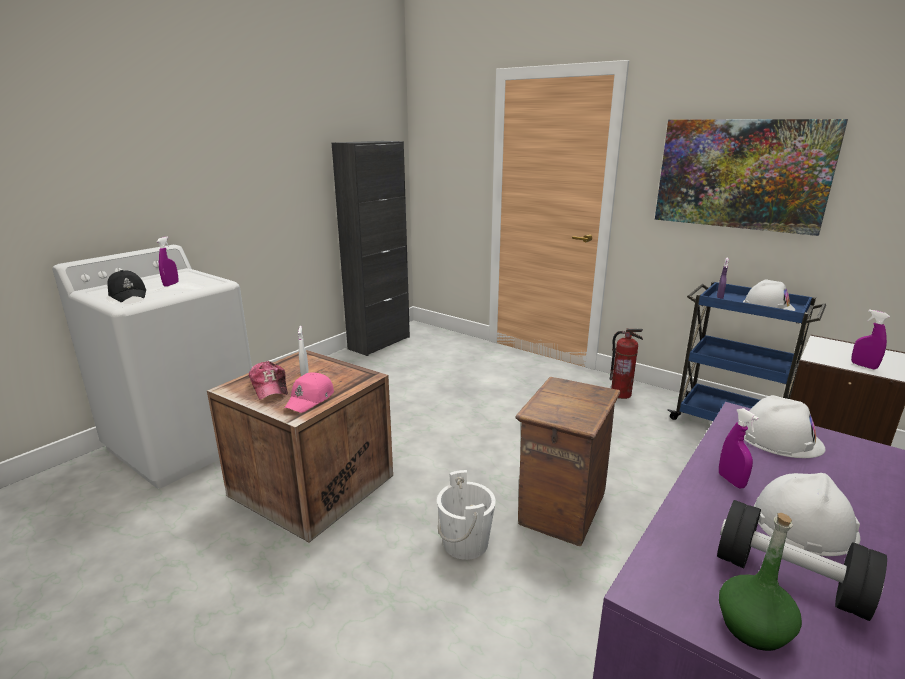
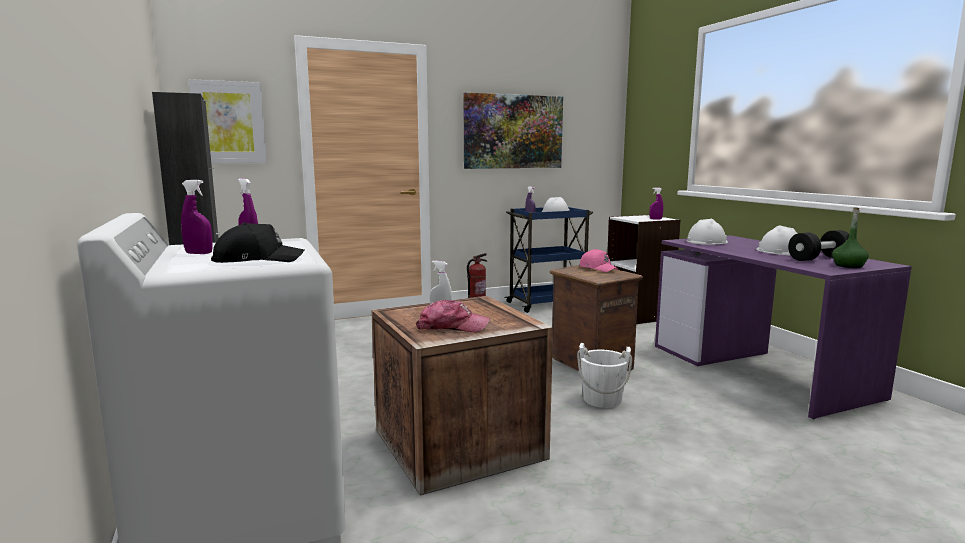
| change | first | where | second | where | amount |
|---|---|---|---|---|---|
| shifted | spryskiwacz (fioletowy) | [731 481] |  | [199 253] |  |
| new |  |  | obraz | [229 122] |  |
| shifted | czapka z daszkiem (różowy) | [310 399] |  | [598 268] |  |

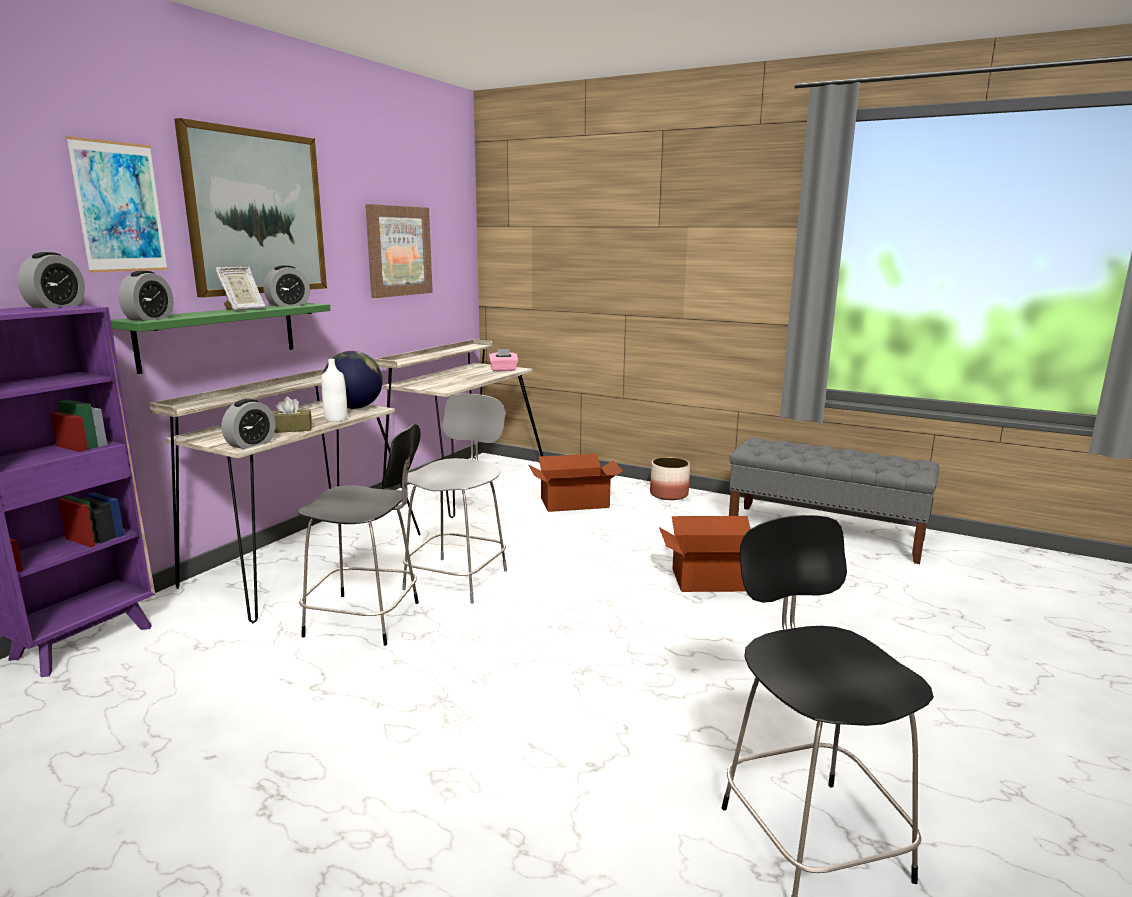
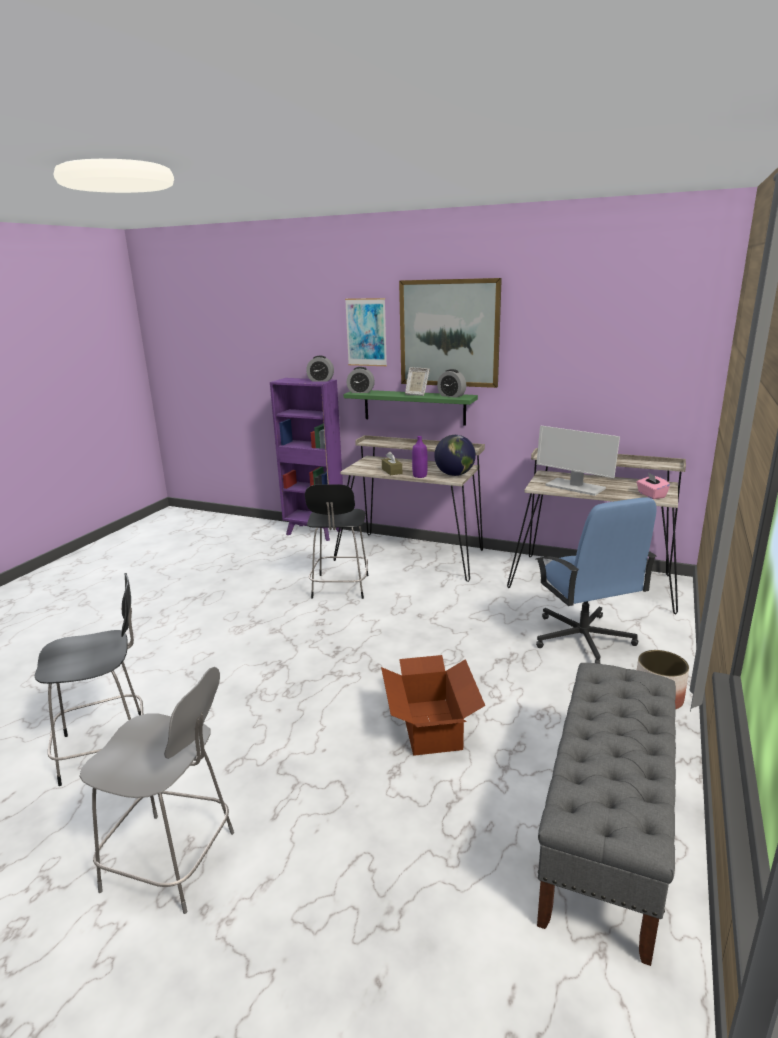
| change | first | where | second | where | amount |
|---|---|---|---|---|---|
| shifted | krzesło (szary) | [458 578] |  | [173 862] |  |
| repainted | butelka (biały) | [336 419] | butelka (fioletowy) | [420 476] |  |
| new |  |  | monitor | [574 487] |  |
| swapped | karton | [575 503] | krzesło biurowe (niebieski) | [583 639] |  |
| gone | budzik | [251 444] |  |  |  |
| gone | obraz | [398 251] |  |  |  |

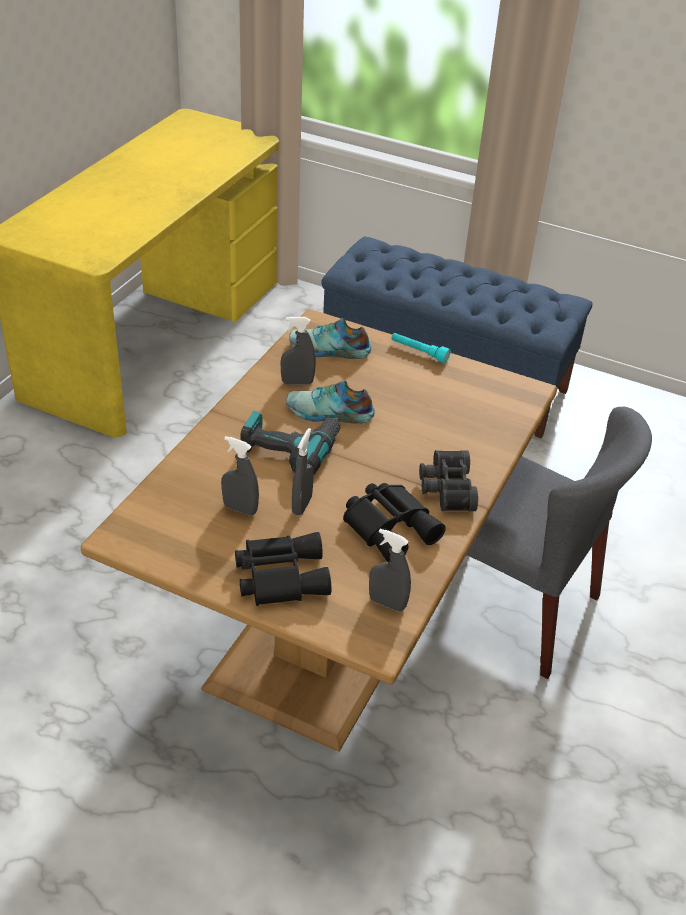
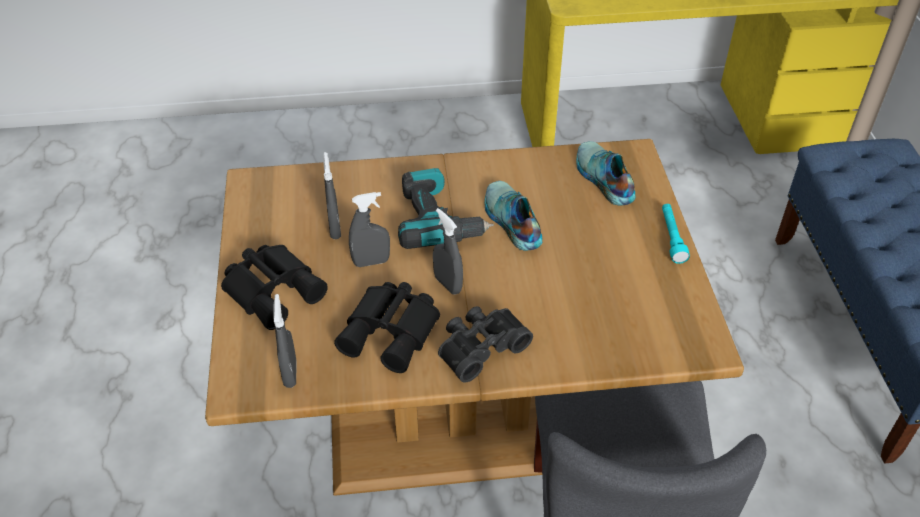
| change | first | where | second | where | amount |
|---|---|---|---|---|---|
| shifted | spryskiwacz (szary) | [297 382] |  | [447 284] |  |

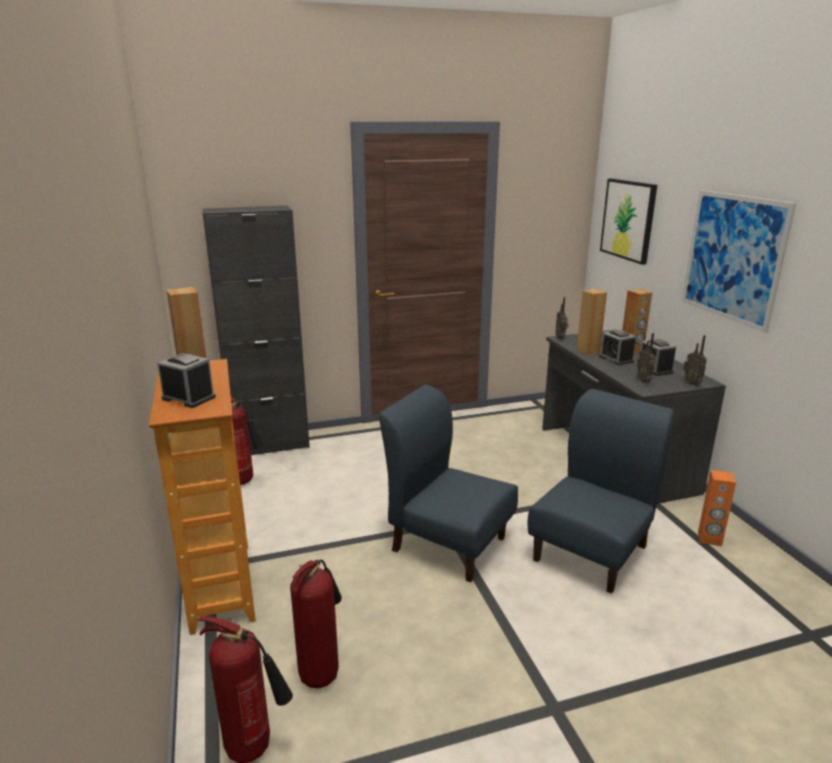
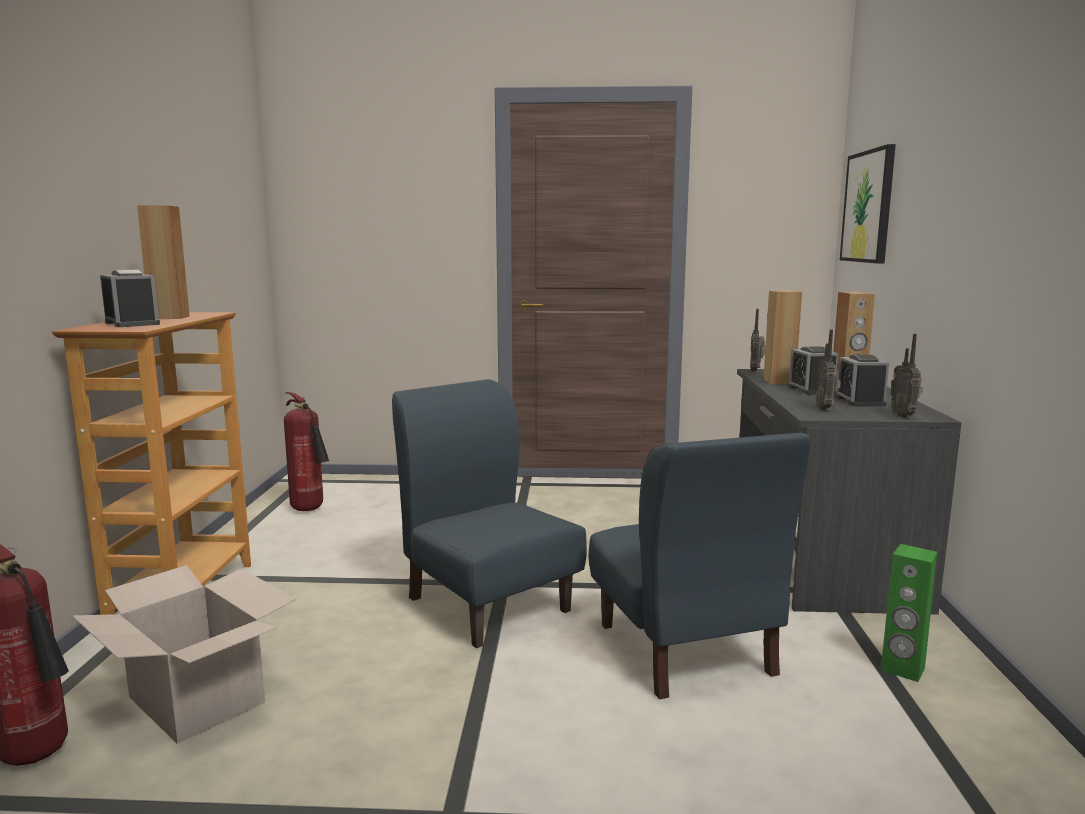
| change | first | where | second | where | amount |
|---|---|---|---|---|---|
| swapped | gaśnica | [321 673] | karton | [195 700] |  |
| rotated | krzesło (niebieski) | [591 552] |  | [685 649] | 105 degrees clockwise |
| repainted | głośnik (pomarańczowy) | [709 539] | głośnik (zielony) | [902 669] |  |
| gone | szafka (czarny) | [270 445] |  |  |  |
| gone | obraz | [733 258] |  |  |  |

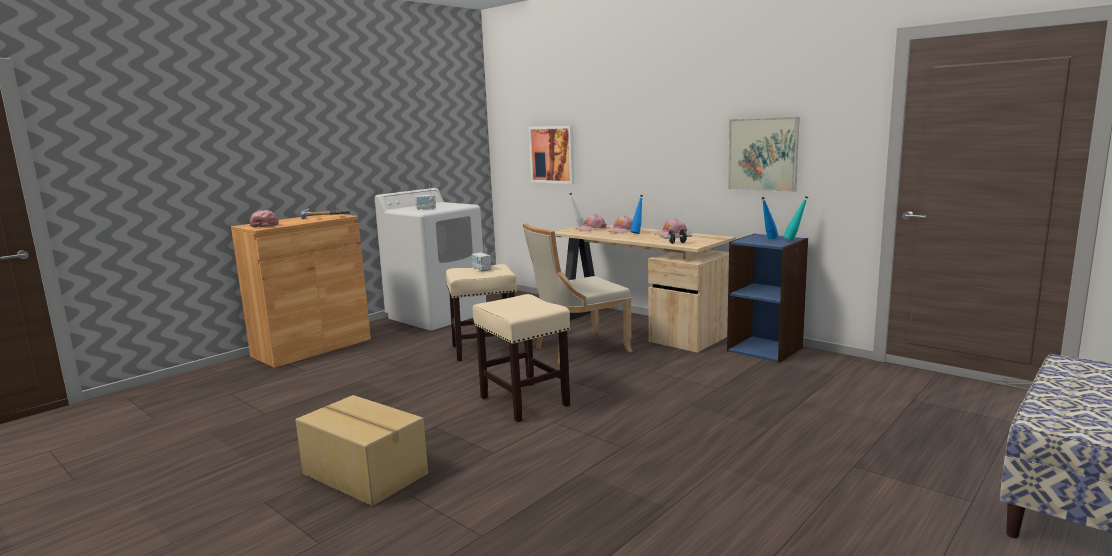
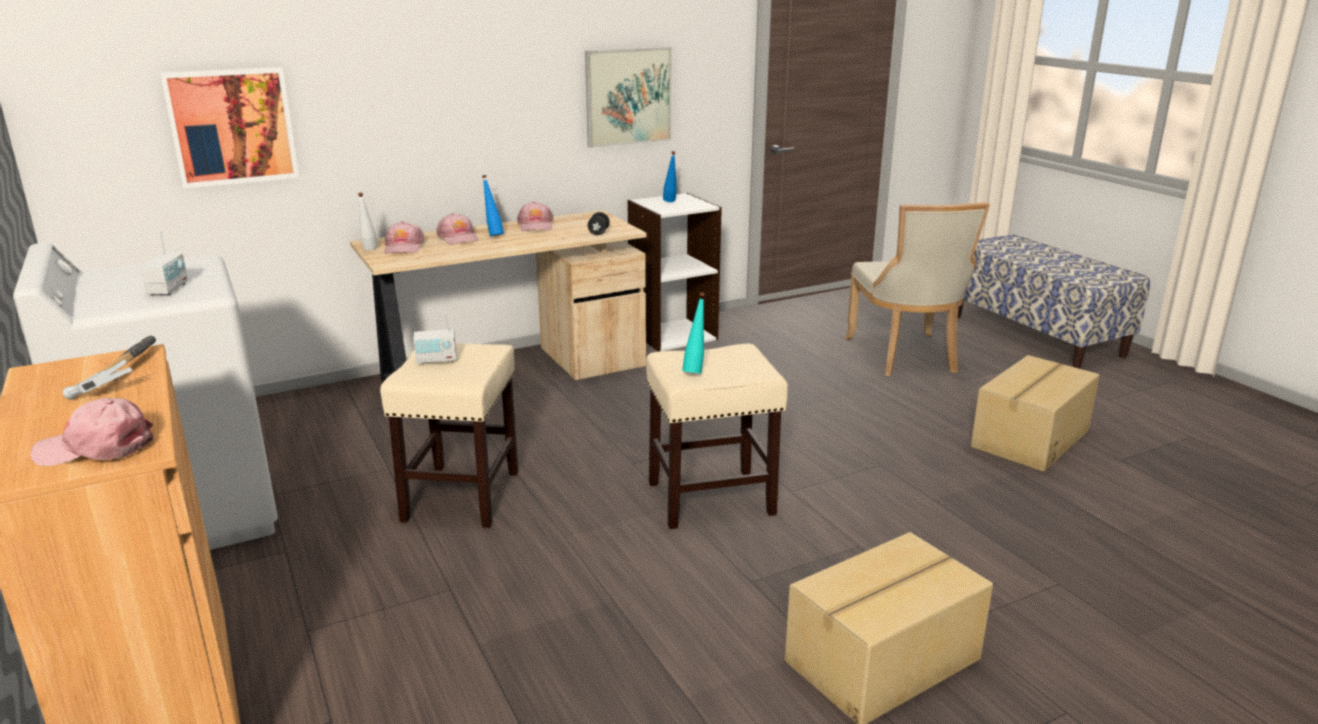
| change | first | where | second | where | amount |
|---|---|---|---|---|---|
| repainted | regał (niebieski) | [765 349] | regał (biały) | [672 334] |  |
| shifted | butelka (turkusowy) | [794 240] |  | [695 370] |  |
| shifted | krzesło (beżowy) | [577 349] |  | [905 357] |  |
| new |  |  | karton | [1028 438] |  |

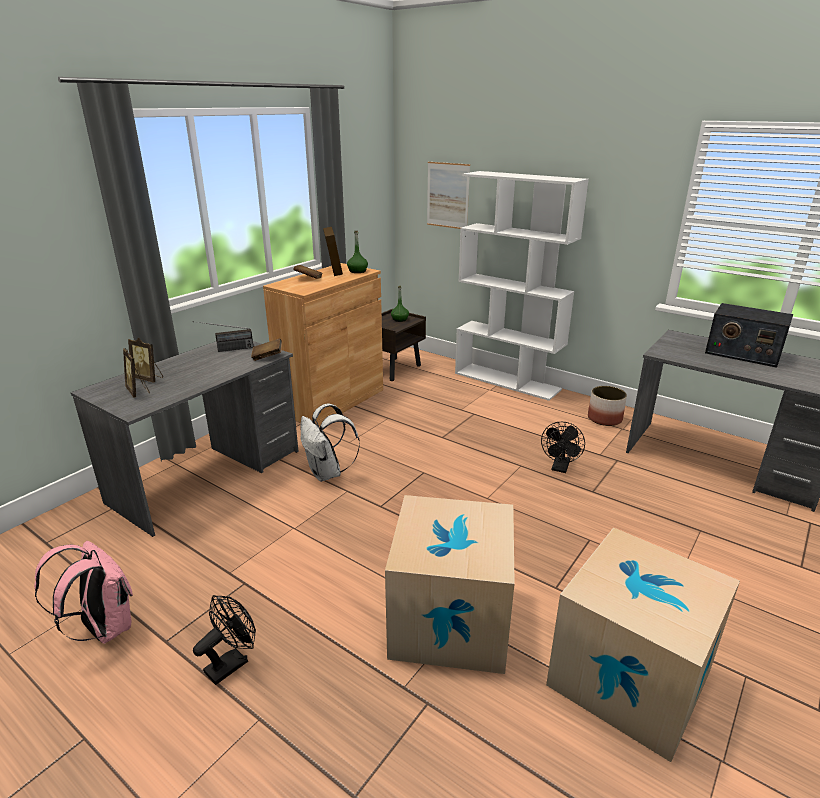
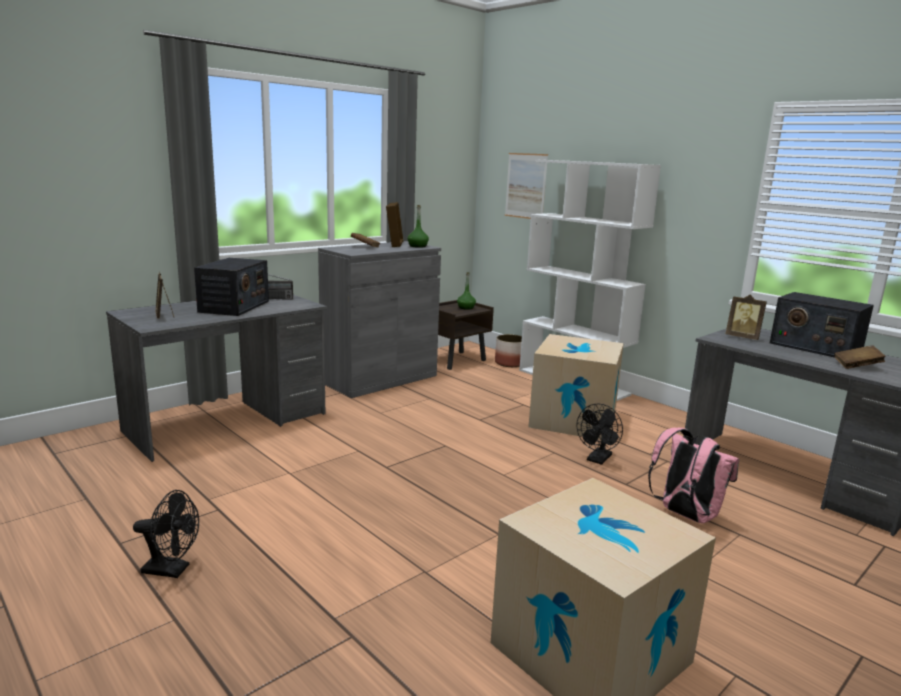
| change | first | where | second | where | amount |
|---|---|---|---|---|---|
| rotated | wentylator (czarny) | [232 663] |  | [172 570] | 45 degrees clockwise |
| new |  |  | radio | [234 306] |  |
| repainted | szafka (brązowy) | [332 401] | szafka (szary) | [380 379] |  |
| shifted | donica | [605 419] |  | [510 363] |  |
| shifted | karton | [450 620] |  | [573 419] |  |
| shifted | plecak (różowy) | [103 628] |  | [685 515] |  |
| shifted | ramka na zdjęcie | [149 378] |  | [743 337] |  |
| shifted | książka (brązowy) | [267 357] |  | [857 366] |  |
| gone | plecak (biały) | [327 473] |  |  |  |

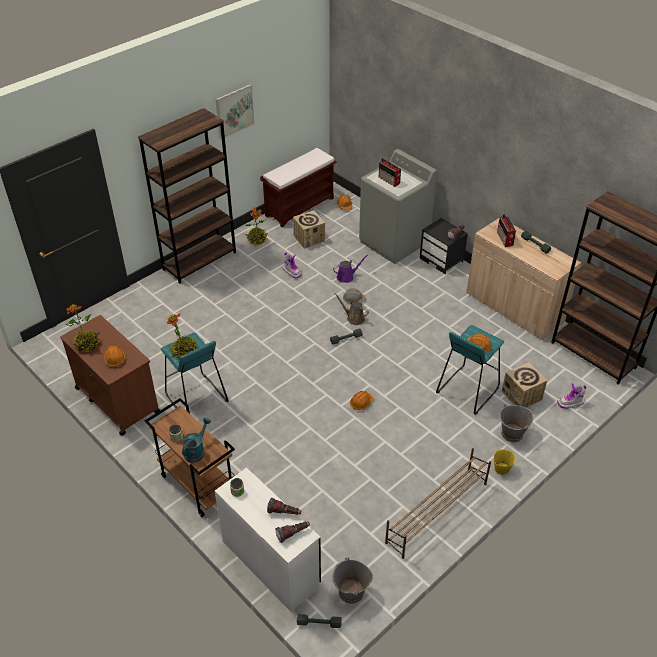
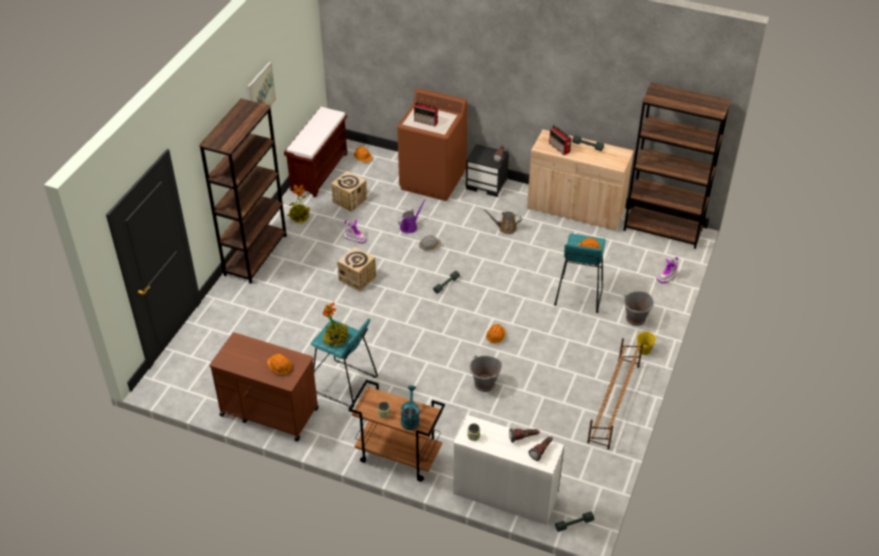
| change | first | where | second | where | amount |
|---|---|---|---|---|---|
| shifted | karton | [521 395] |  | [357 278] |  |
| repainted | pralka (szary) | [394 242] | pralka (brązowy) | [433 180] |  |
| shifted | wiadro (szary) | [351 592] |  | [484 384] |  |
| shifted | konewka (brązowy) | [354 318] |  | [505 228] |  |
| gone | roślina doniczkowa | [87 344] |  |  |  |

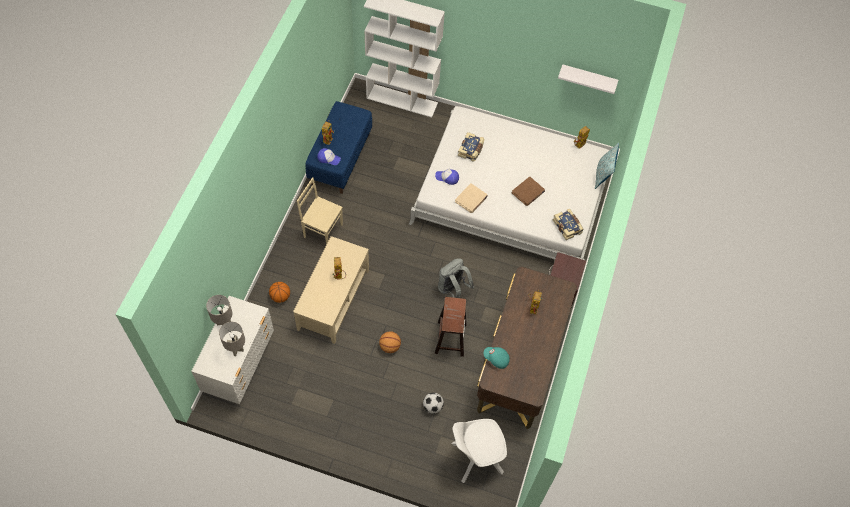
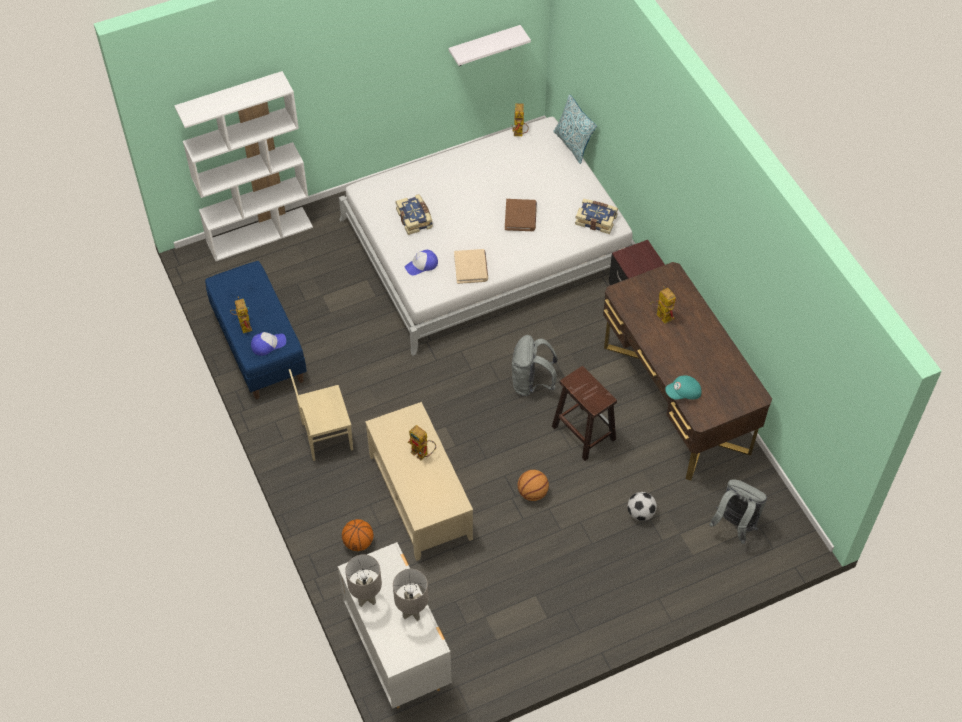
| change | first | where | second | where | amount |
|---|---|---|---|---|---|
| swapped | krzesło (biały) | [475 458] | plecak (szary) | [735 525] |  |

